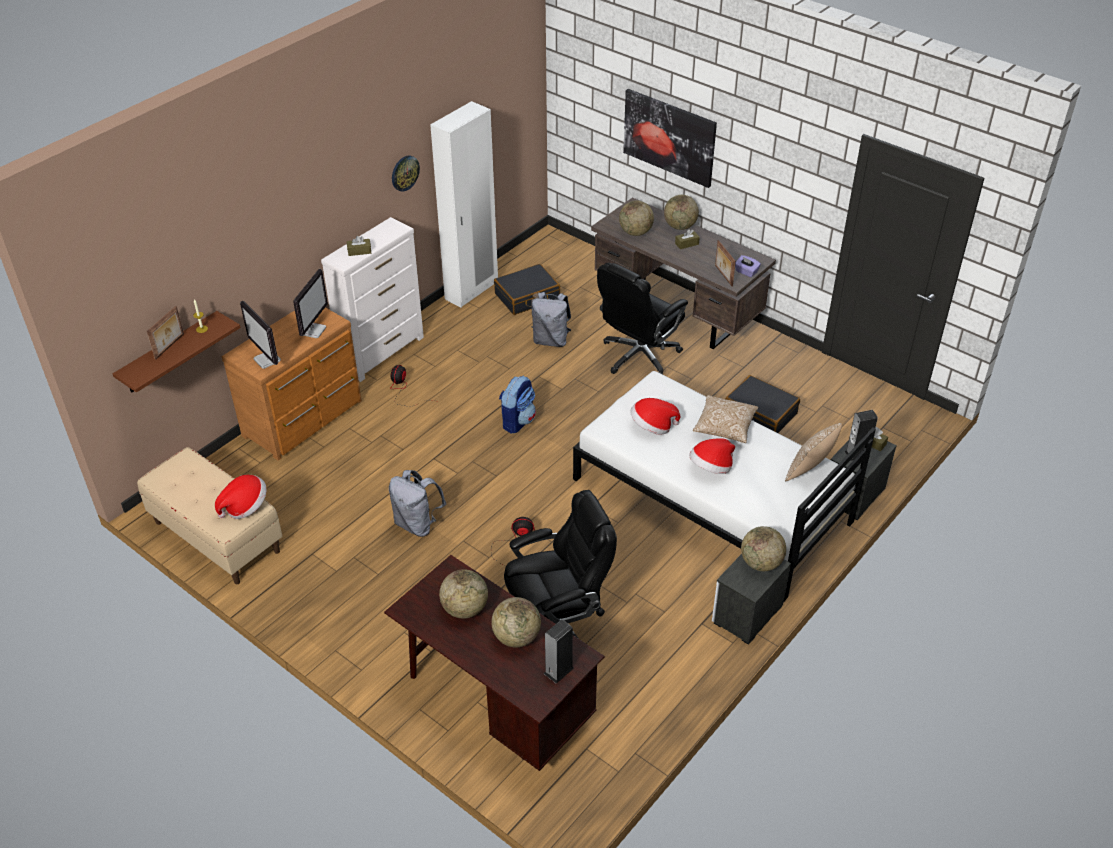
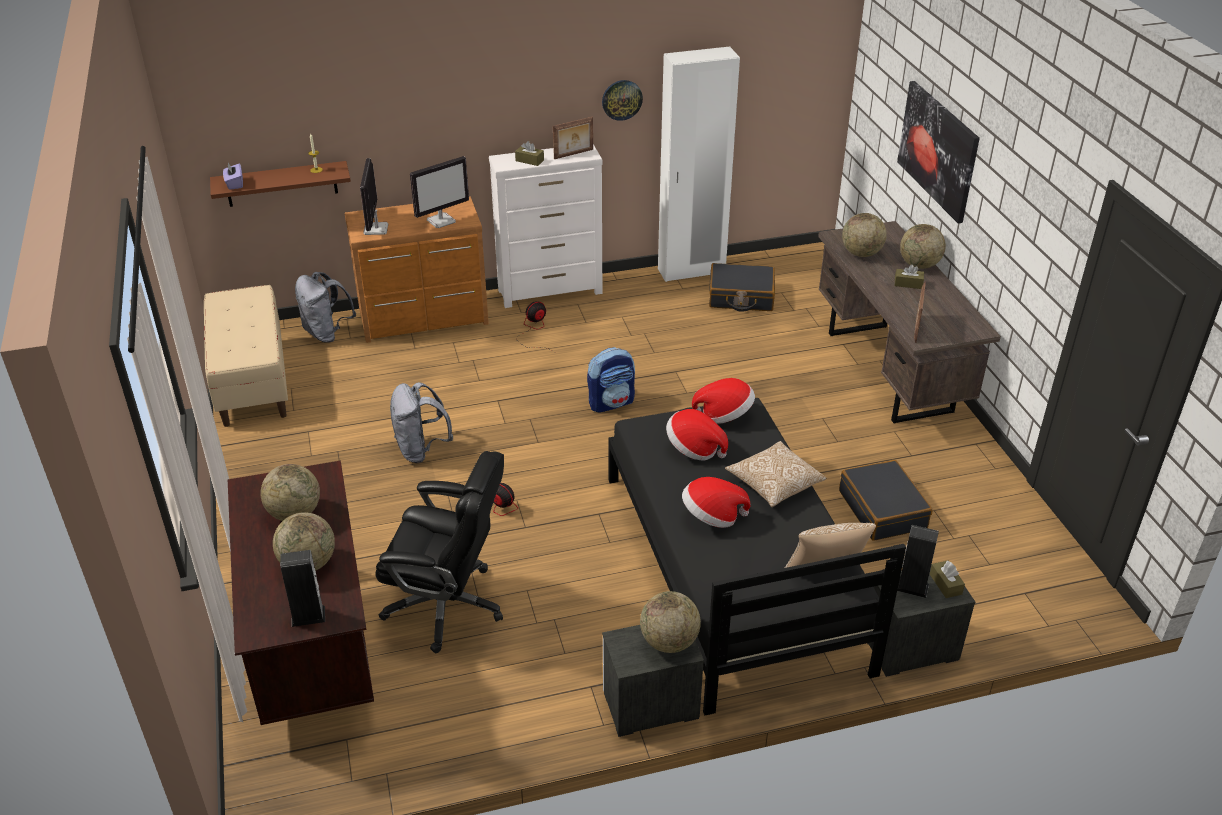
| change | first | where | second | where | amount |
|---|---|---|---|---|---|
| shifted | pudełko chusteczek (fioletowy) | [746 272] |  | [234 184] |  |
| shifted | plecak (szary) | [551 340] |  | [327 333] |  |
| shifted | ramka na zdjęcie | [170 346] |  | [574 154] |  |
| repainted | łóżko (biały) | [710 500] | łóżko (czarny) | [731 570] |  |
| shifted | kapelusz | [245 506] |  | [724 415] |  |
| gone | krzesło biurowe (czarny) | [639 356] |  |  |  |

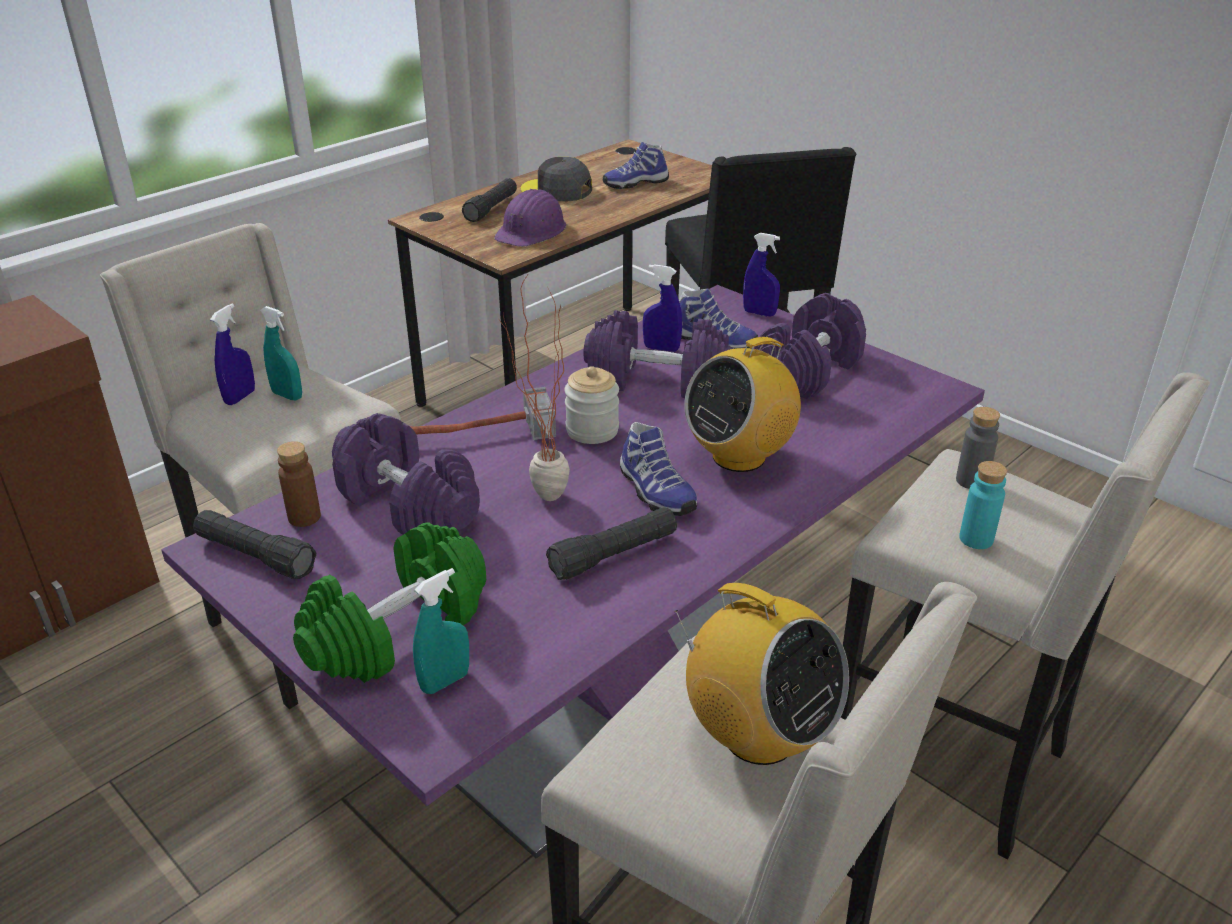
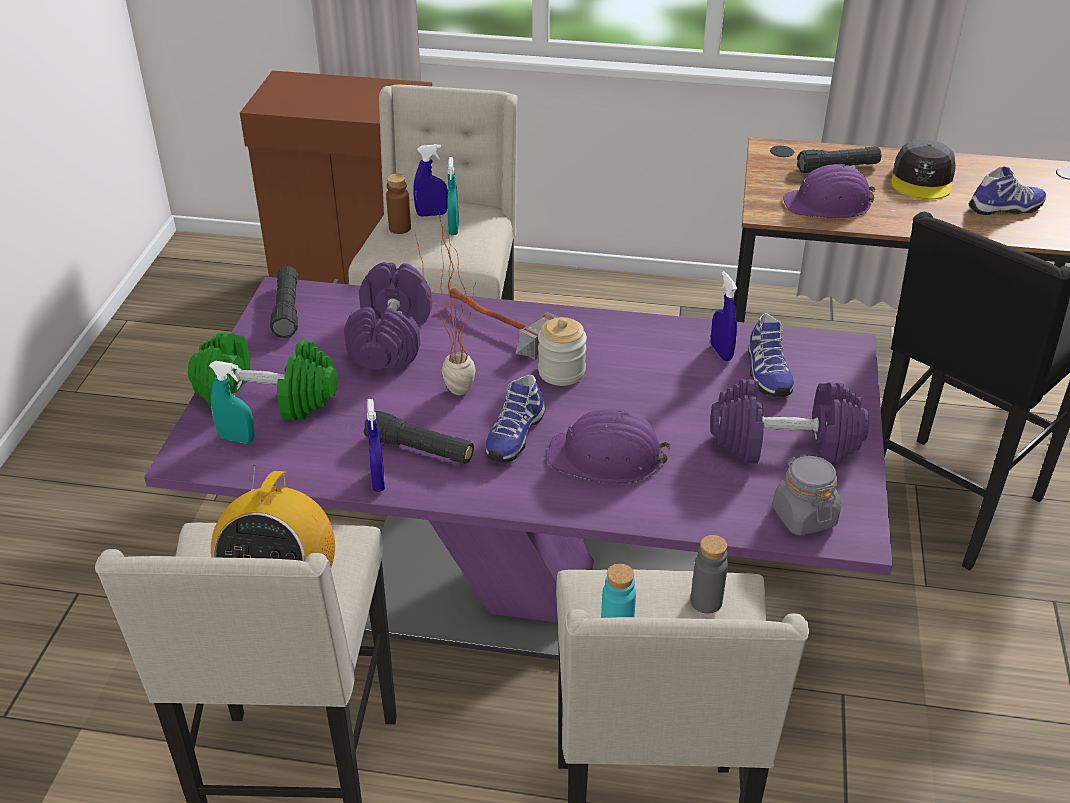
| change | first | where | second | where | amount |
|---|---|---|---|---|---|
| shifted | spryskiwacz (niebieski) | [759 313] |  | [378 481] |  |
| shifted | butelka (brązowy) | [304 517] |  | [400 228] |  |
| swapped | radio | [739 456] | kask (fioletowy) | [607 457] |  |
| new |  |  | słoik (szary) | [803 516] |  |
| rotated | czapka z daszkiem (szary) | [557 191] |  | [922 180] | 150 degrees counterclockwise |
| rotated | but | [635 183] |  | [1006 209] | 135 degrees clockwise |
| gone | hantel (fioletowy) | [658 379] |  |  |  |

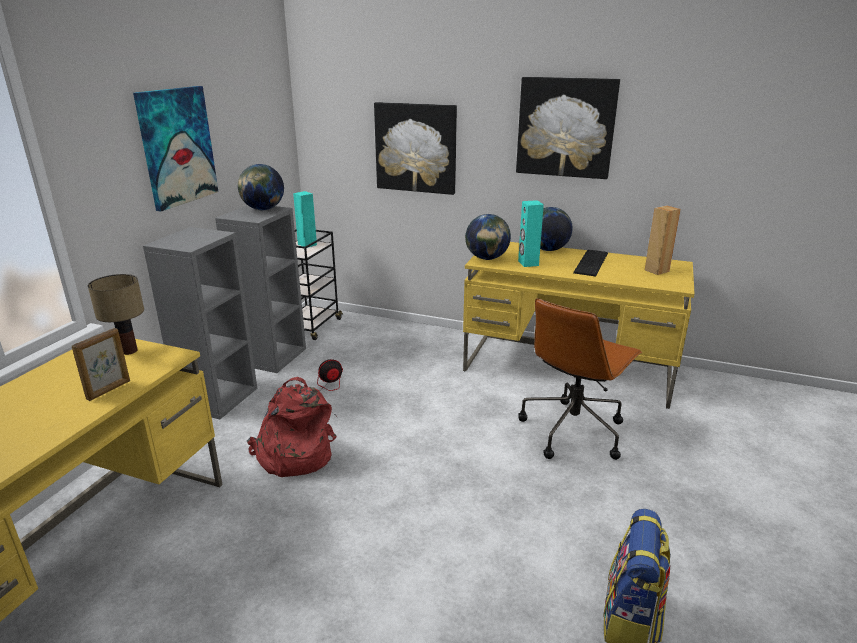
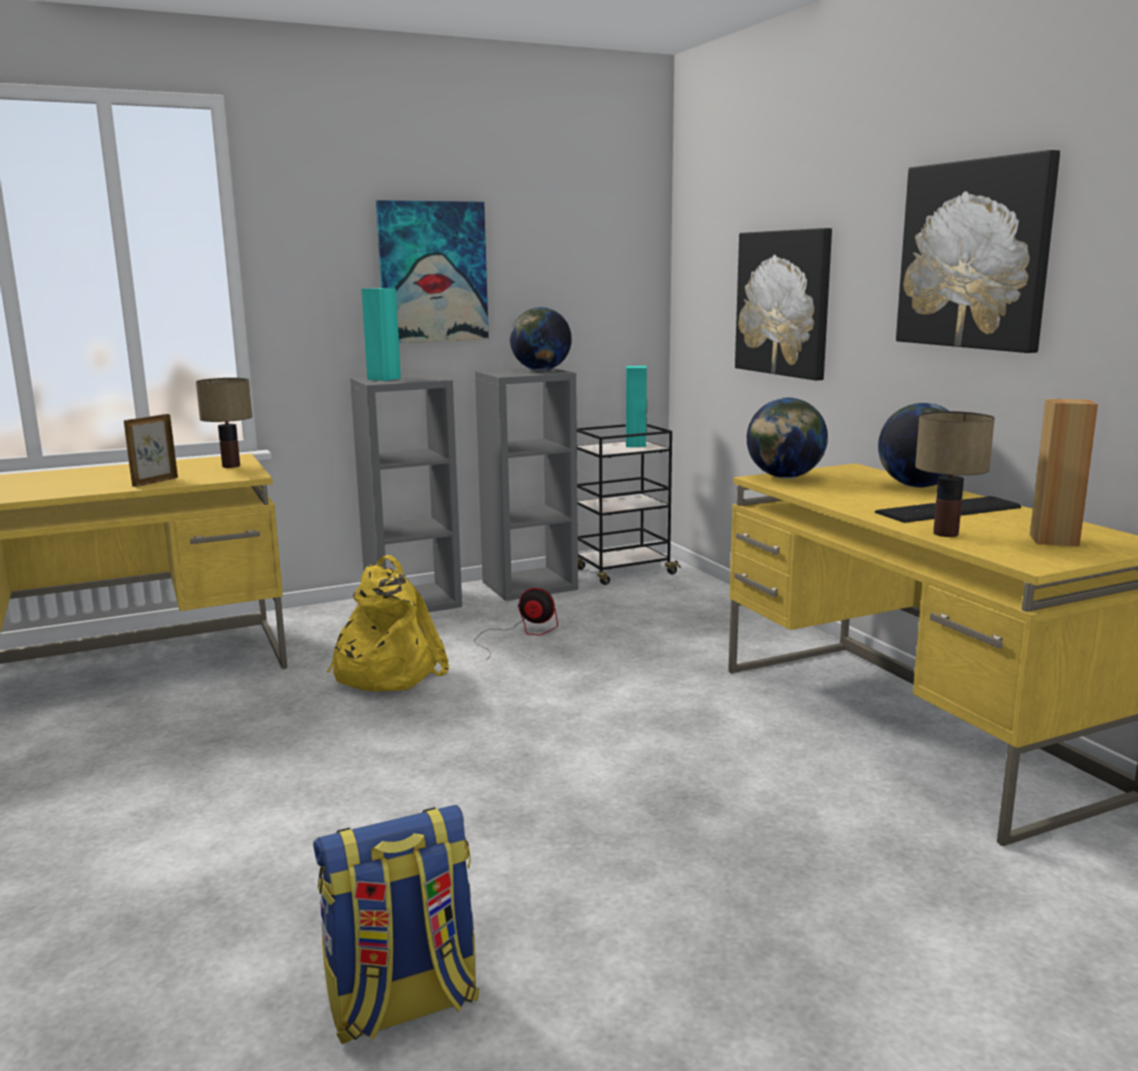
| change | first | where | second | where | amount |
|---|---|---|---|---|---|
| rotated | ramka na zdjęcie | [109 390] |  | [154 482] | 135 degrees clockwise |
| repainted | plecak (czerwony) | [293 455] | plecak (żółty) | [385 672] |  |
| shifted | głośnik (turkusowy) | [528 263] |  | [383 379] |  |
| new |  |  | lampa stołowa | [944 534] |  |
| gone | krzesło biurowe (brązowy) | [573 430] |  |  |  |

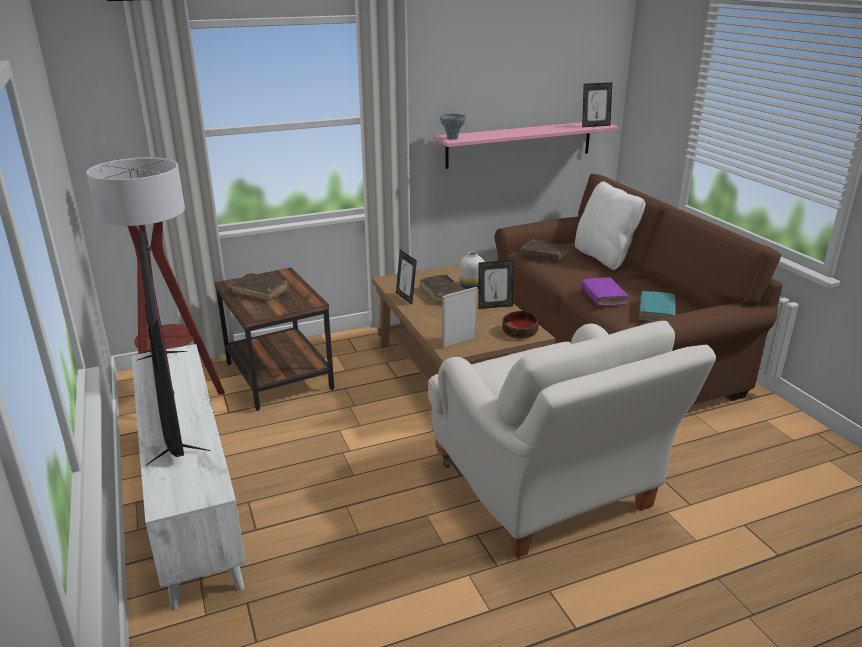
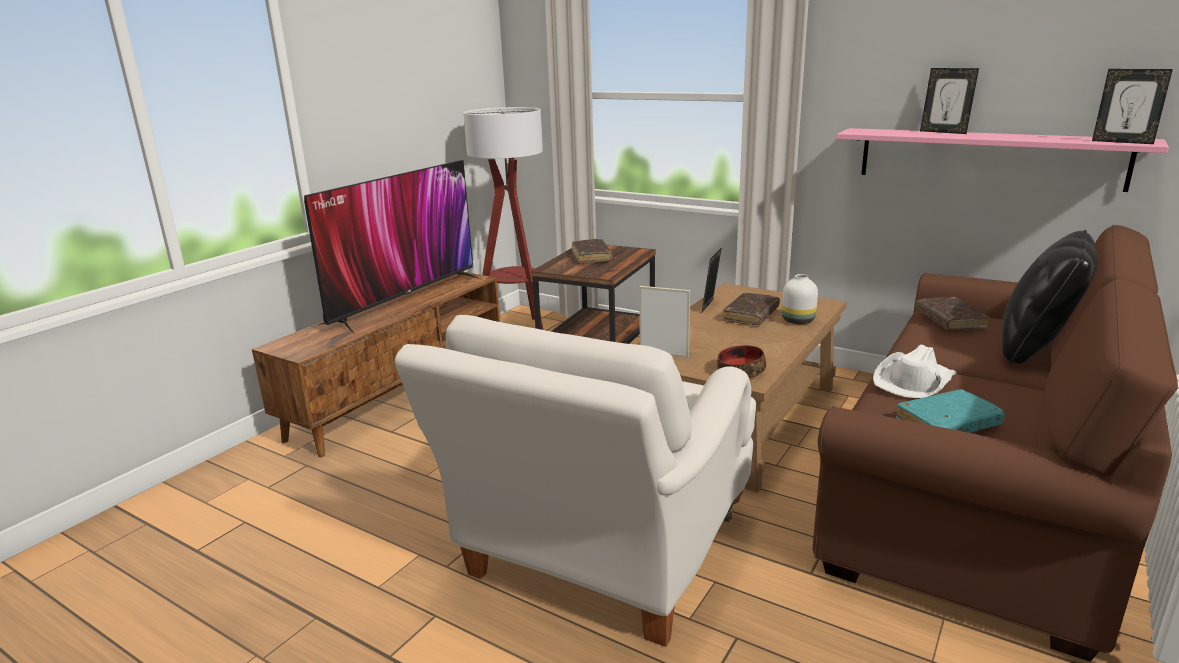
| change | first | where | second | where | amount |
|---|---|---|---|---|---|
| repainted | szafka pod telewizor (biały) | [190 502] | szafka pod telewizor (brązowy) | [400 395] |  |
| swapped | książka (fioletowy) | [603 296] | kapelusz (biały) | [914 381] |  |
| shifted | ramka na zdjęcie | [495 306] |  | [944 132] |  |
| repainted | poduszka (biały) | [604 257] | poduszka (czarny) | [1036 350] |  |
| gone | wazon (szary) | [452 138] |  |  |  |

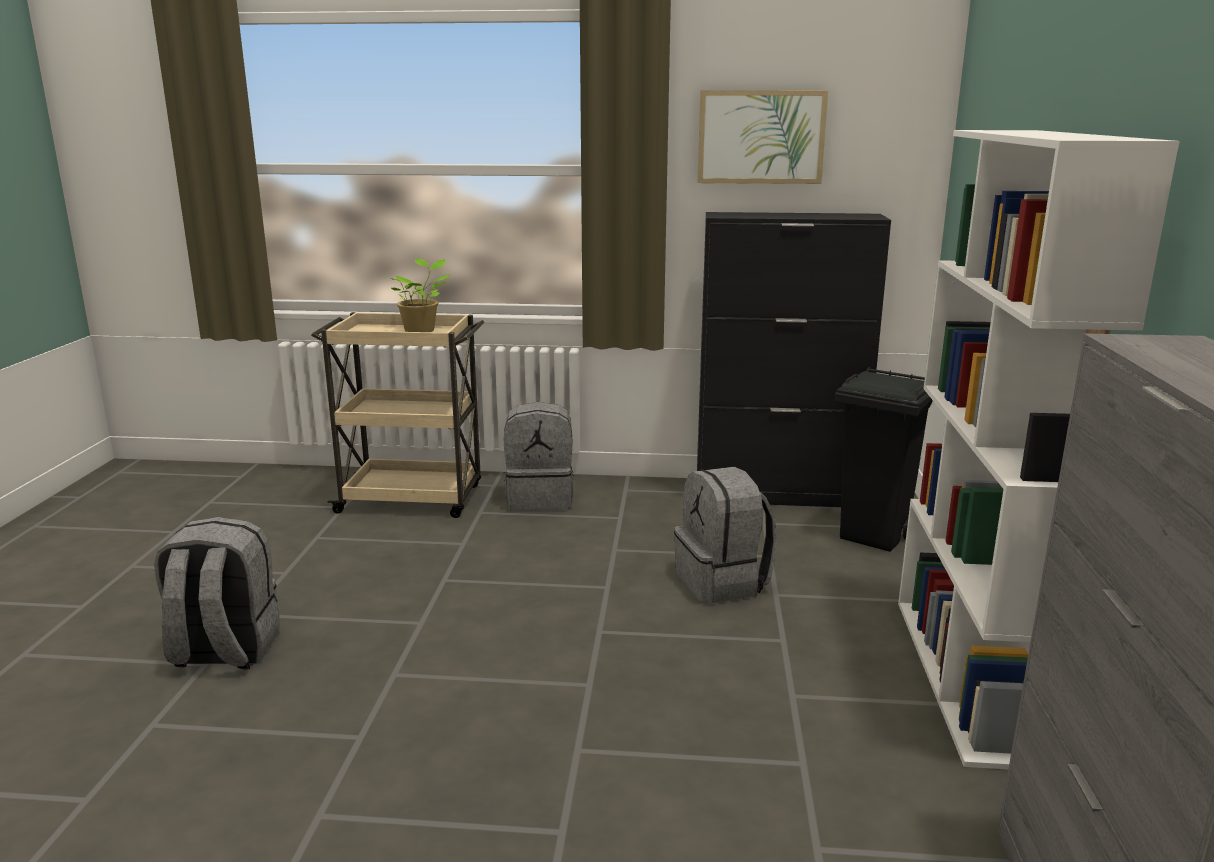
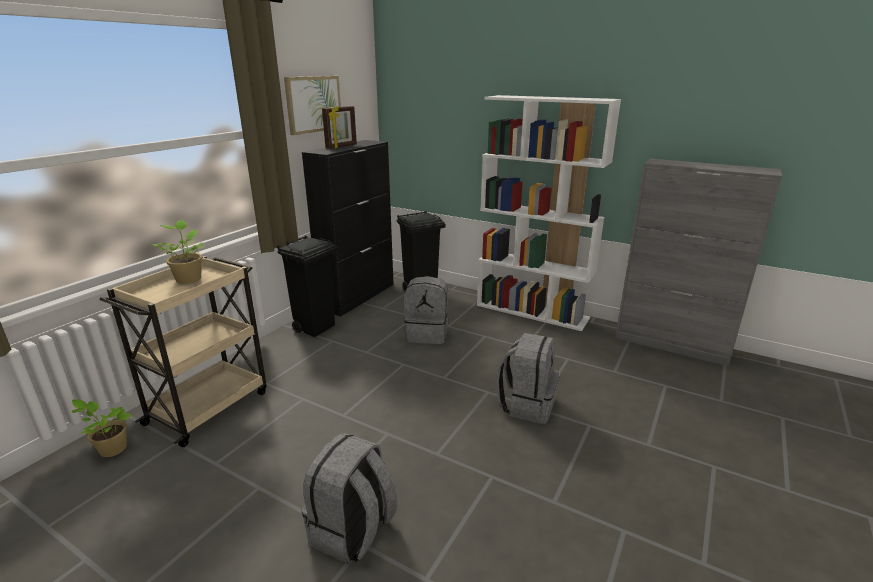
| change | first | where | second | where | amount |
|---|---|---|---|---|---|
| new |  |  | roślina doniczkowa | [111 449] |  |
| new |  |  | kosz na śmieci (czarny) | [315 328] |  |
| new |  |  | ramka na zdjęcie | [342 146] |  |
| shifted | plecak (szary) | [540 498] |  | [526 404] |  |

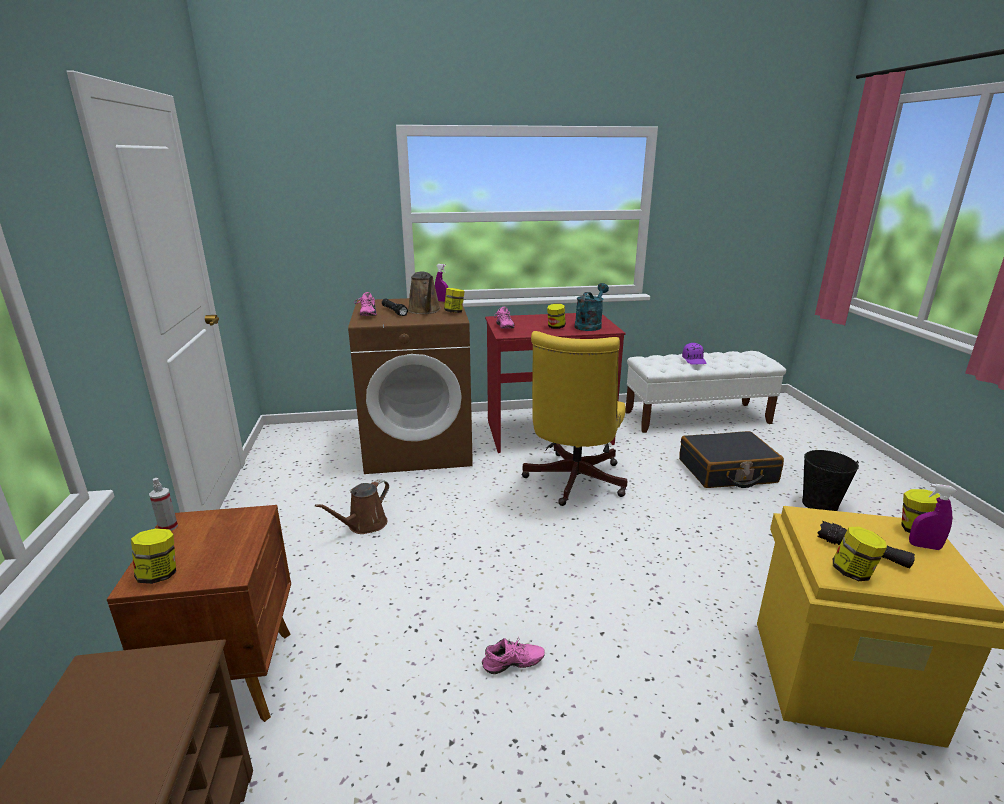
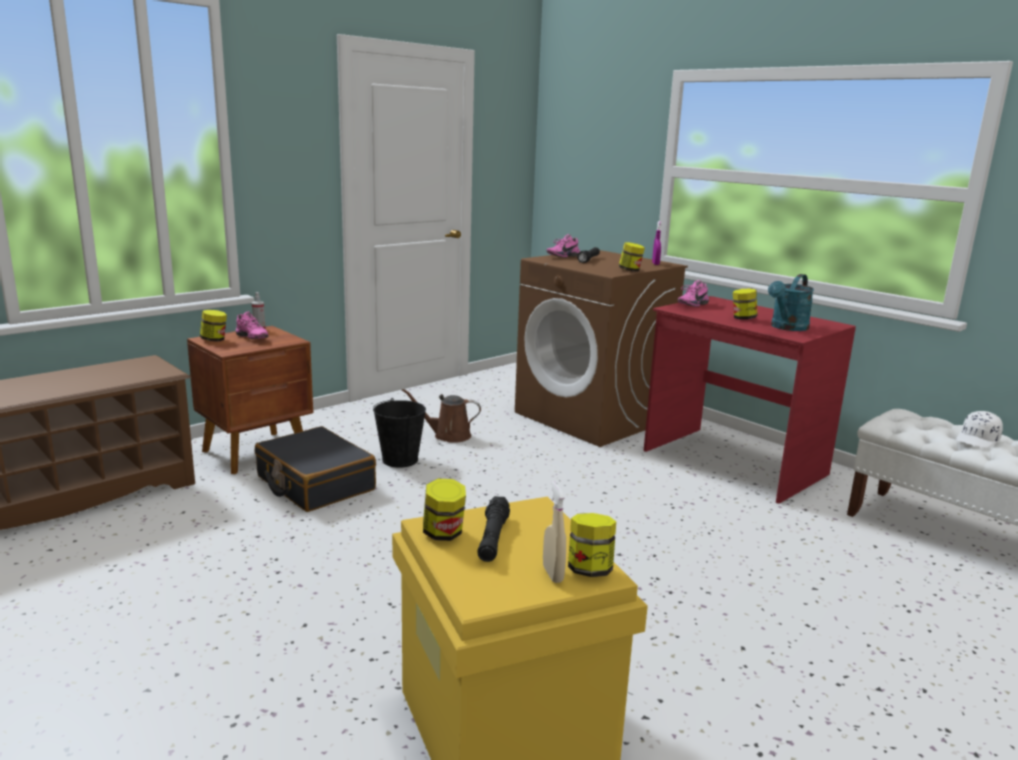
| change | first | where | second | where | amount |
|---|---|---|---|---|---|
| shifted | but (różowy) | [513 665] |  | [250 338] |  |
| shifted | walizka (czarny) | [727 471] |  | [315 483] |  |
| shifted | wiadro (czarny) | [819 504] |  | [400 460] |  |
| repainted | spryskiwacz (fioletowy) | [924 546] | spryskiwacz (beżowy) | [553 574] |  |
| rotated | konewka (turkusowy) | [590 325] |  | [787 328] | 135 degrees clockwise |
| repainted | czapka z daszkiem (fioletowy) | [694 360] | czapka z daszkiem (biały) | [978 440] |  |
| gone | konewka (brązowy) | [425 311] |  |  |  |
| gone | krzesło biurowe (żółty) | [572 482] |  |  |  |

